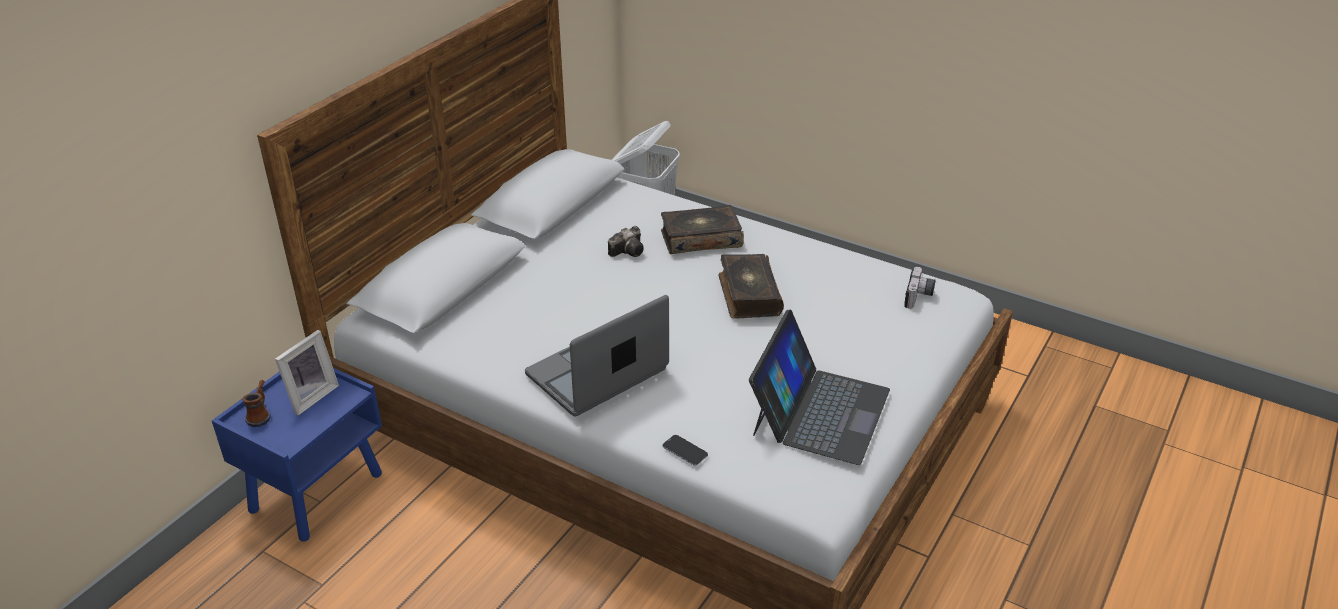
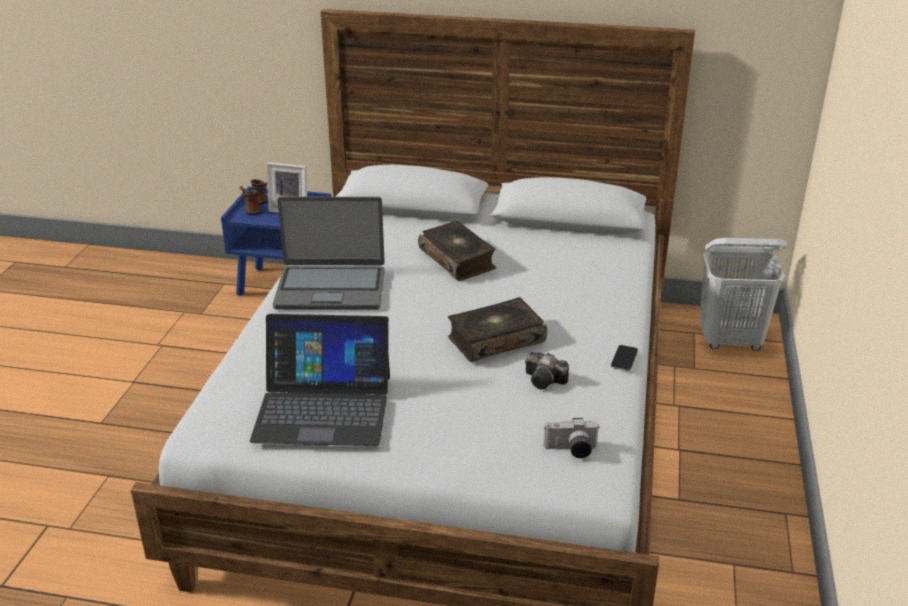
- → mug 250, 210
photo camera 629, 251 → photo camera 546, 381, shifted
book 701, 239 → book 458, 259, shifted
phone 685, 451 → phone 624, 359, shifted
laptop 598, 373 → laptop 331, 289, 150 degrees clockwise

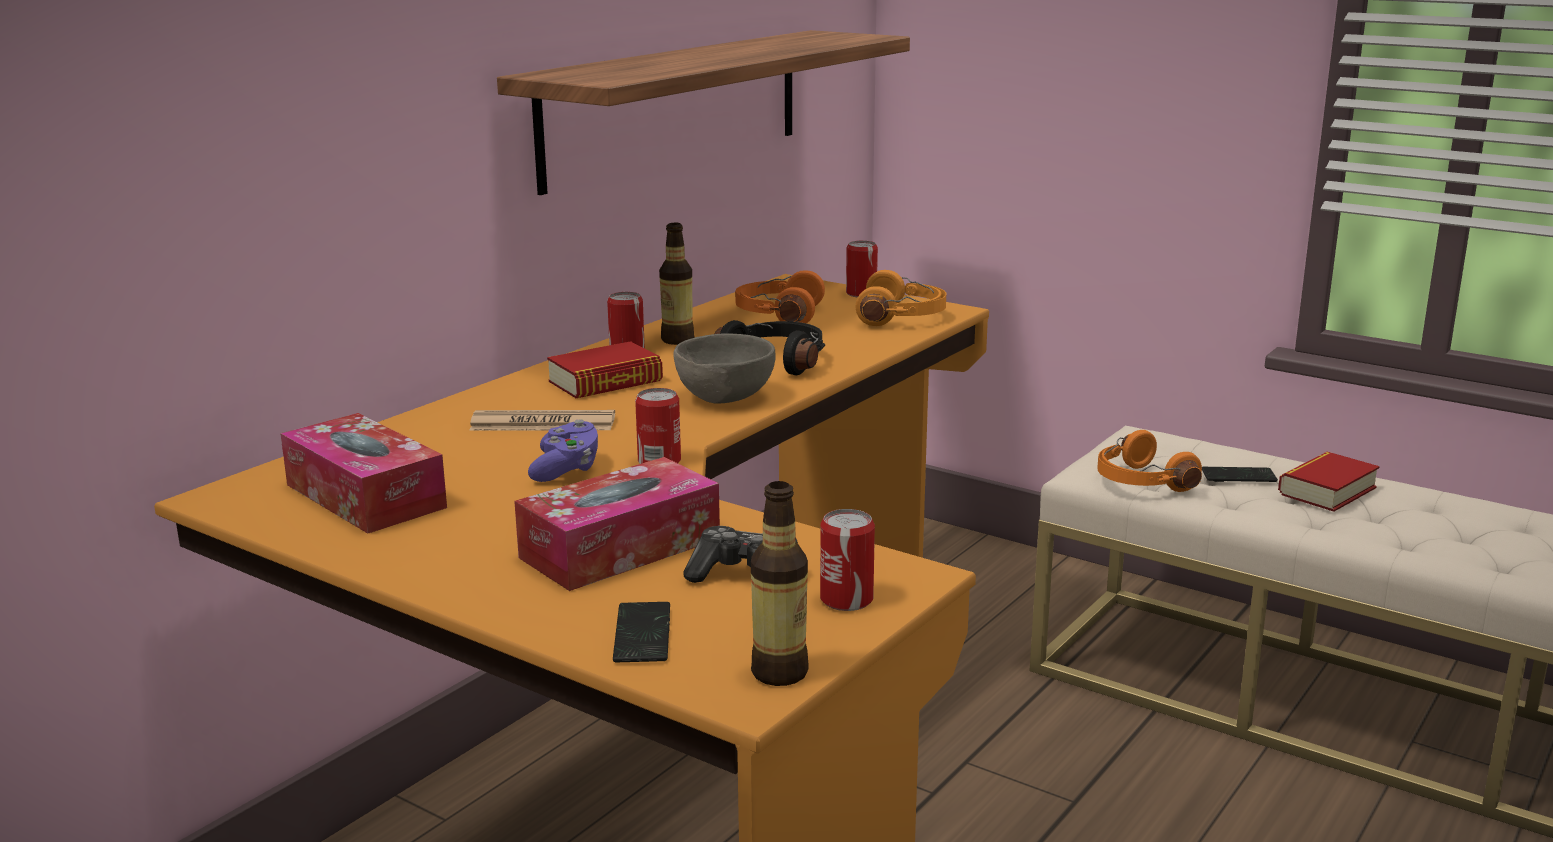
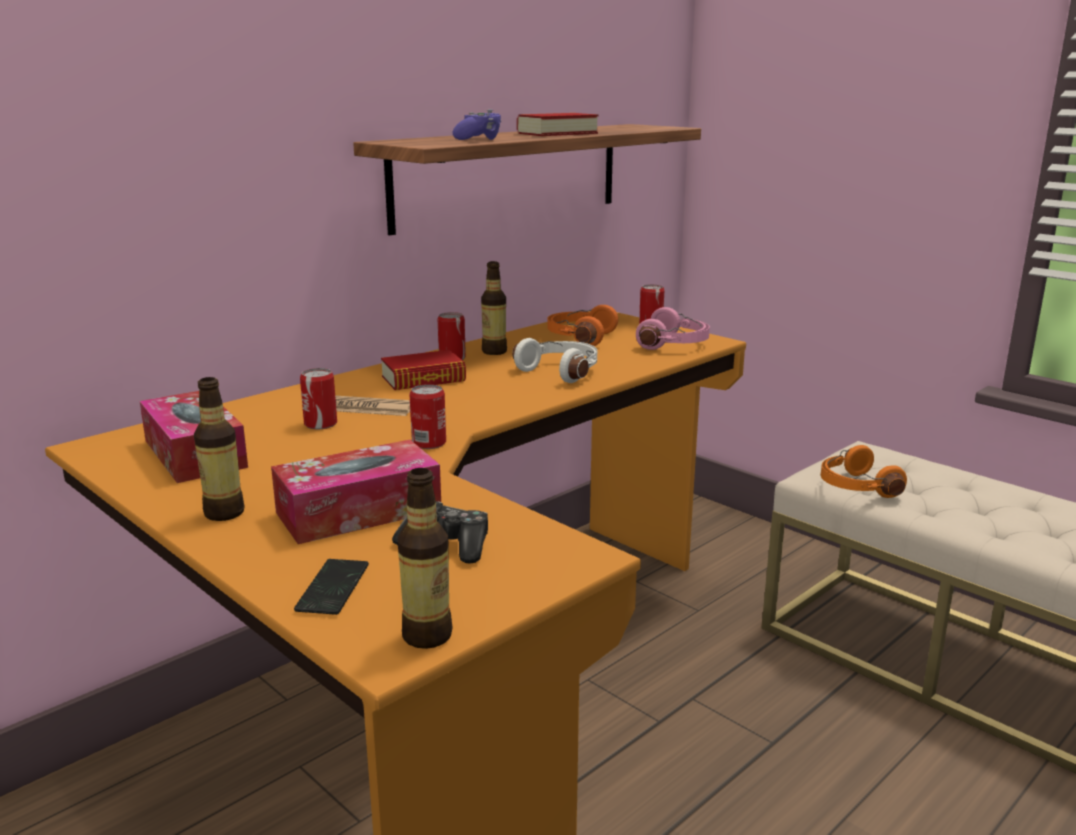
grey bowl 723, 398 → -
phone 1238, 476 → -
- → bottle 224, 513
purple game controller 566, 469 → purple game controller 479, 139, shifted
can 846, 599 → can 320, 424, shifted
book 1327, 490 → book 557, 133, shifted
black headphones 778, 361 → white headphones 562, 371
orange headphones 902, 317 → pink headphones 674, 344

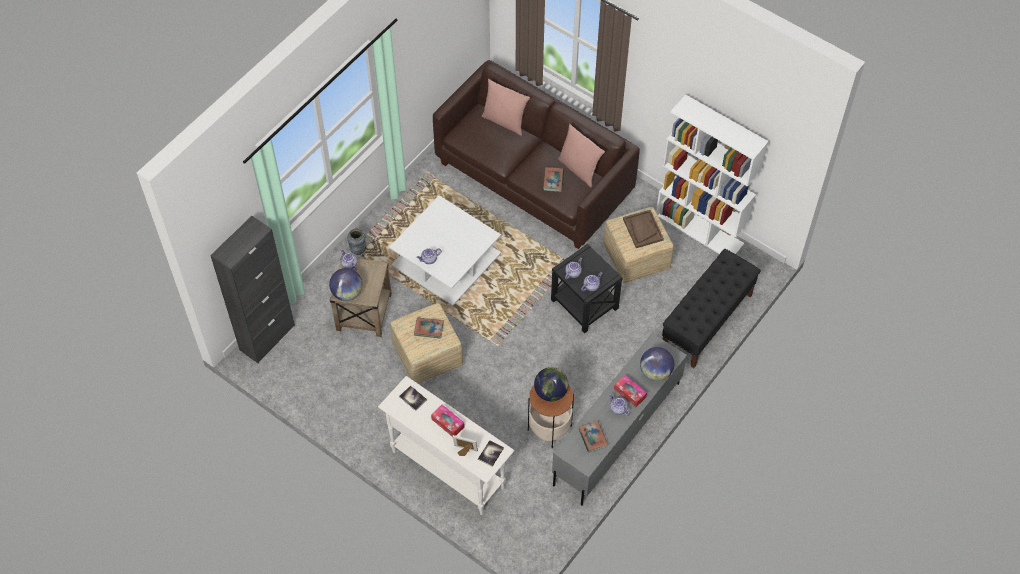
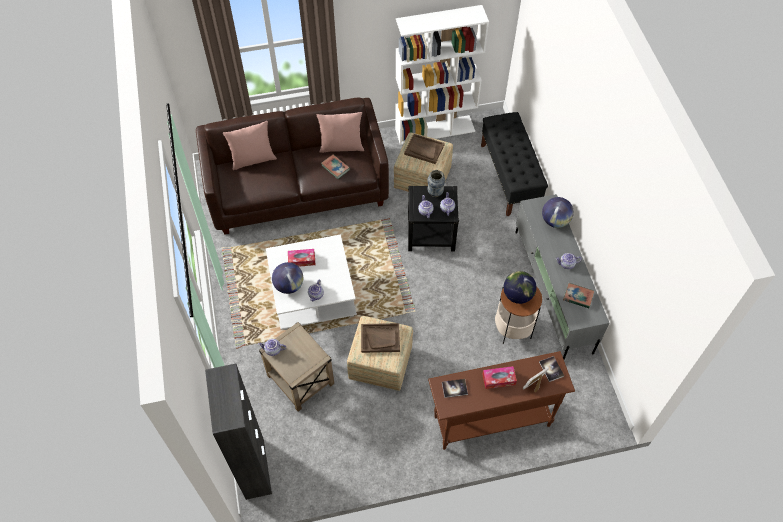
globe 347, 293 → globe 289, 285, shifted
vase 358, 250 → vase 435, 193, shifted
tissue box 630, 393 → tissue box 302, 260, shifted
book 428, 329 → brown tray 380, 338
white console table 448, 469 → brown console table 491, 420

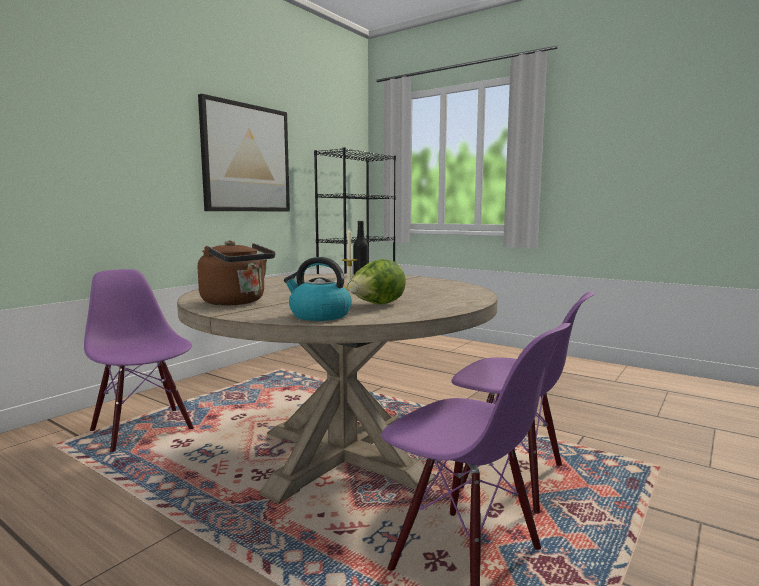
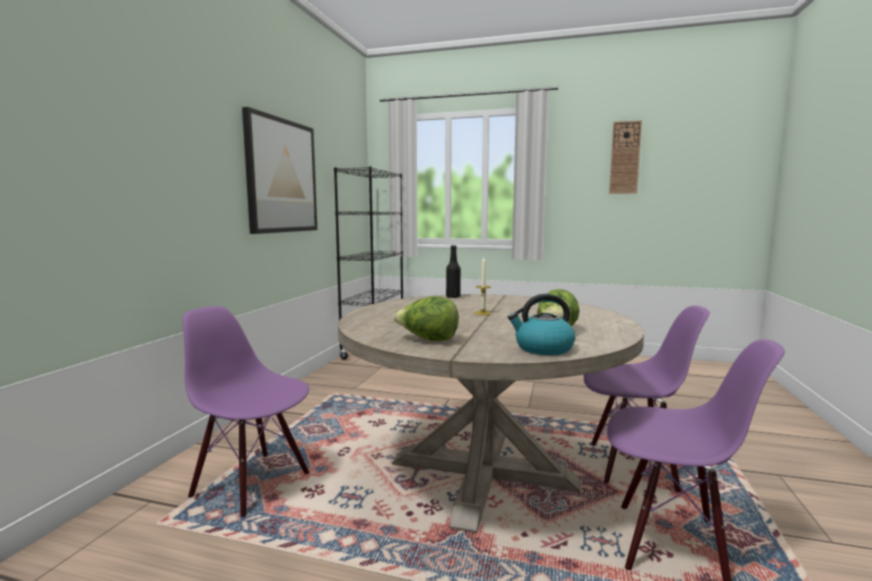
- → wall clock 625, 158
brown kettle 236, 302 → lettuce 428, 340

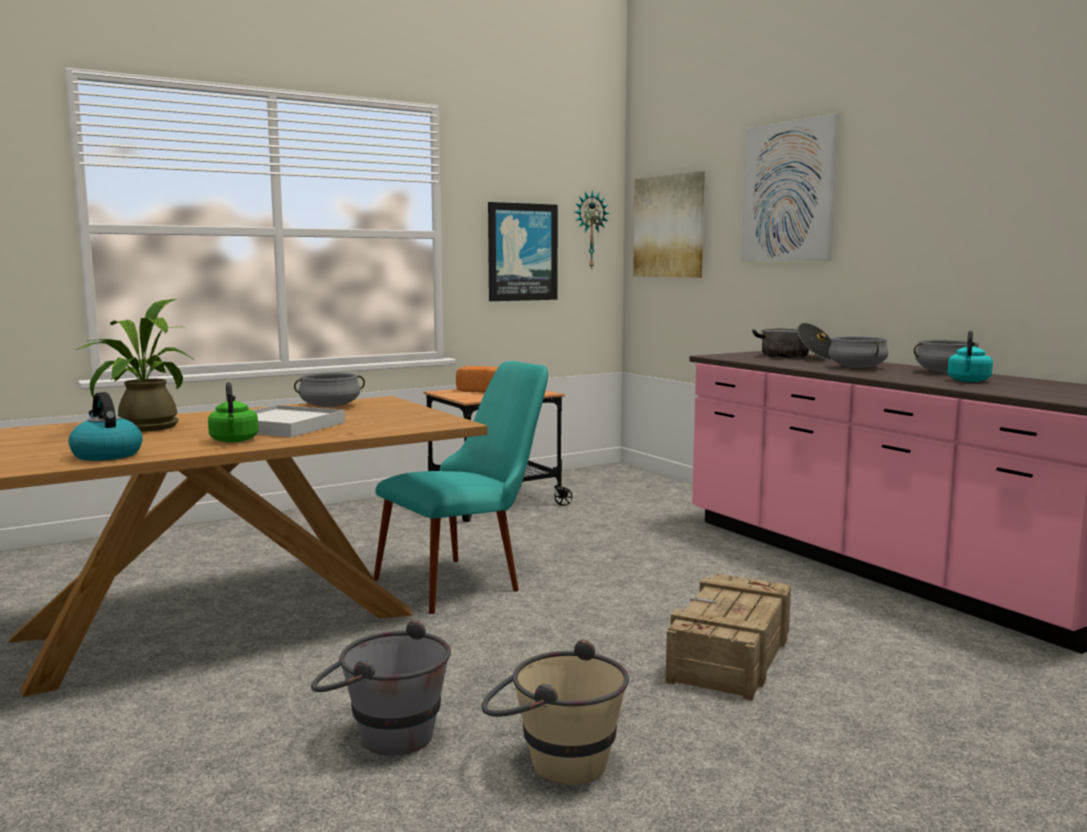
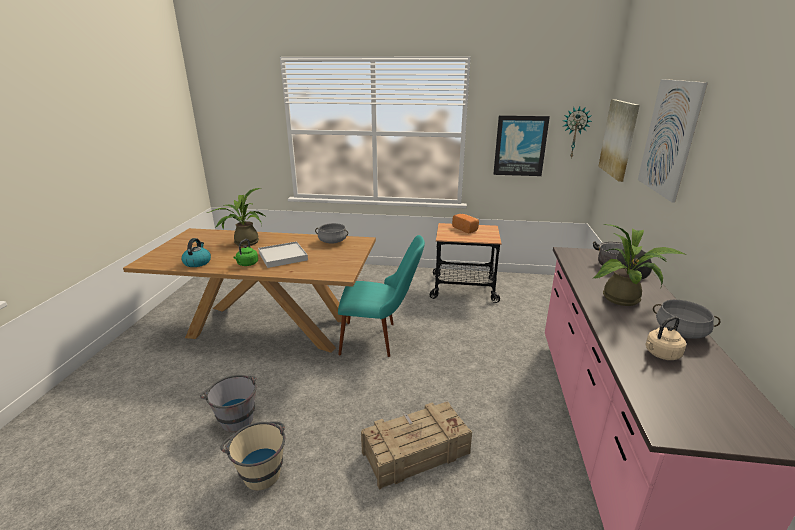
grey cooking pot 857, 367 → potted plant 626, 300
turquoise kettle 968, 381 → beige kettle 661, 354

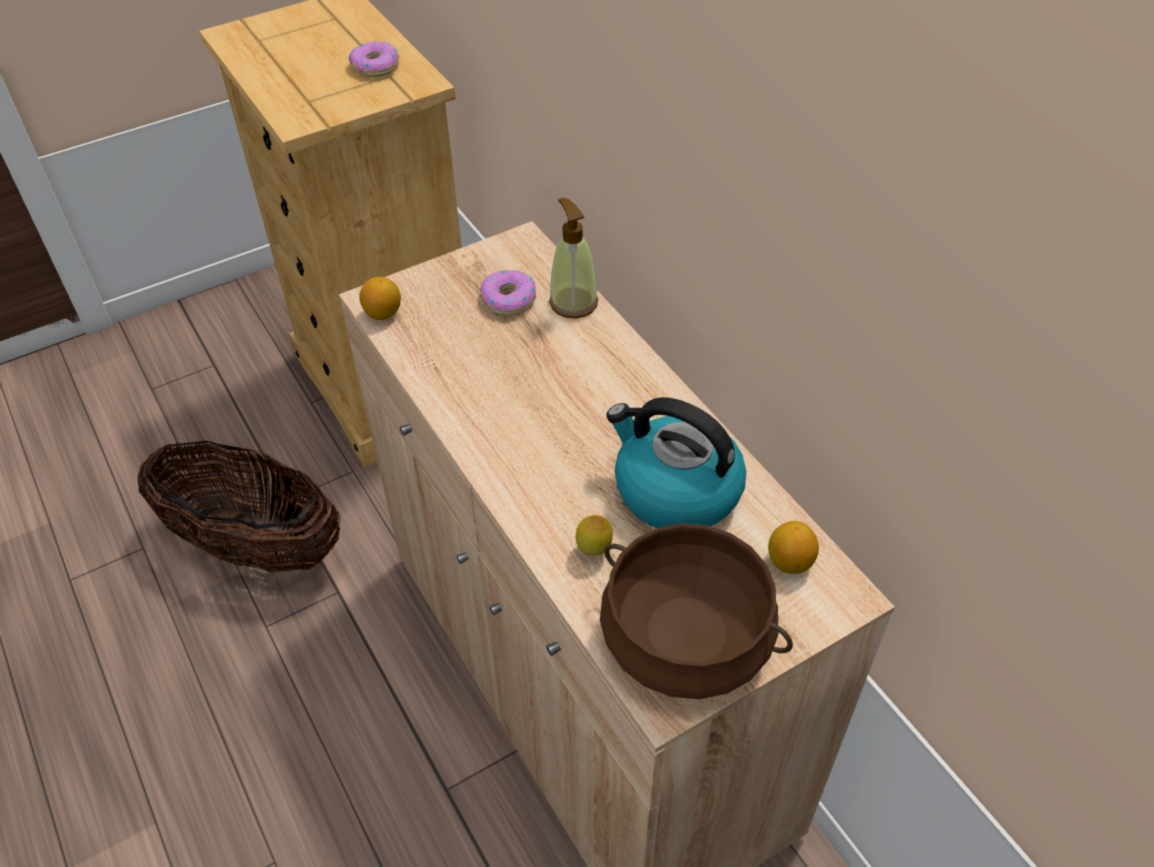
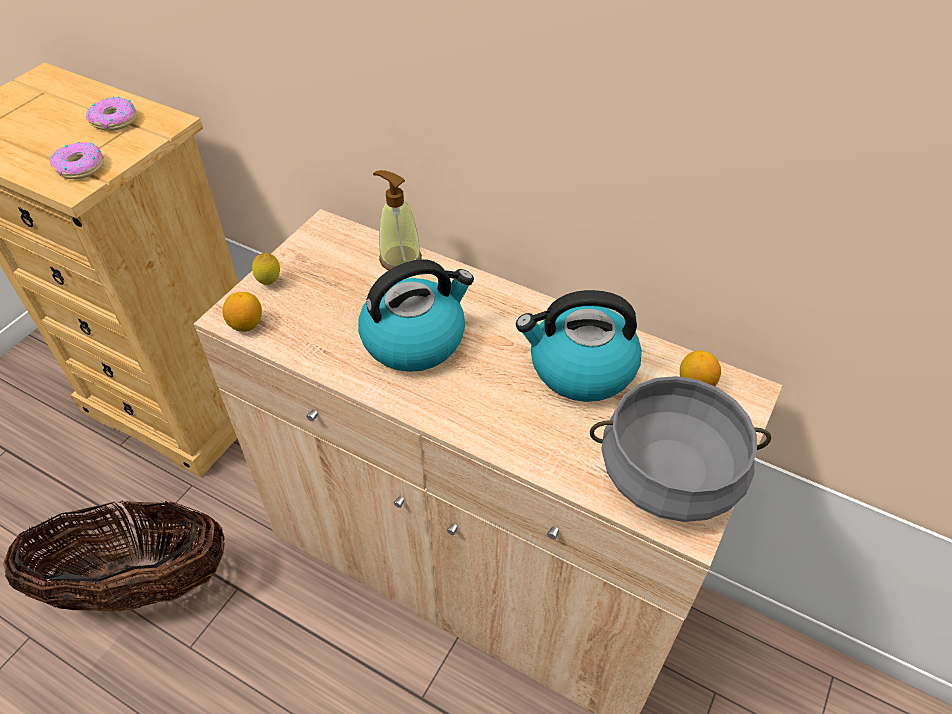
- → kettle 415, 339
donut 508, 299 → donut 80, 167, shifted
lemon 594, 551 → lemon 269, 283, shifted
brown cooking pot 687, 638 → grey cooking pot 670, 473

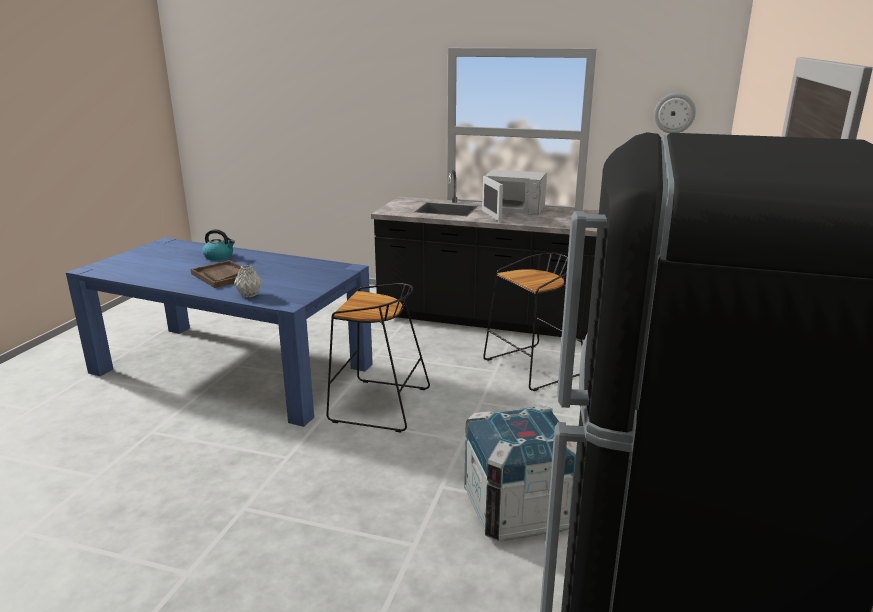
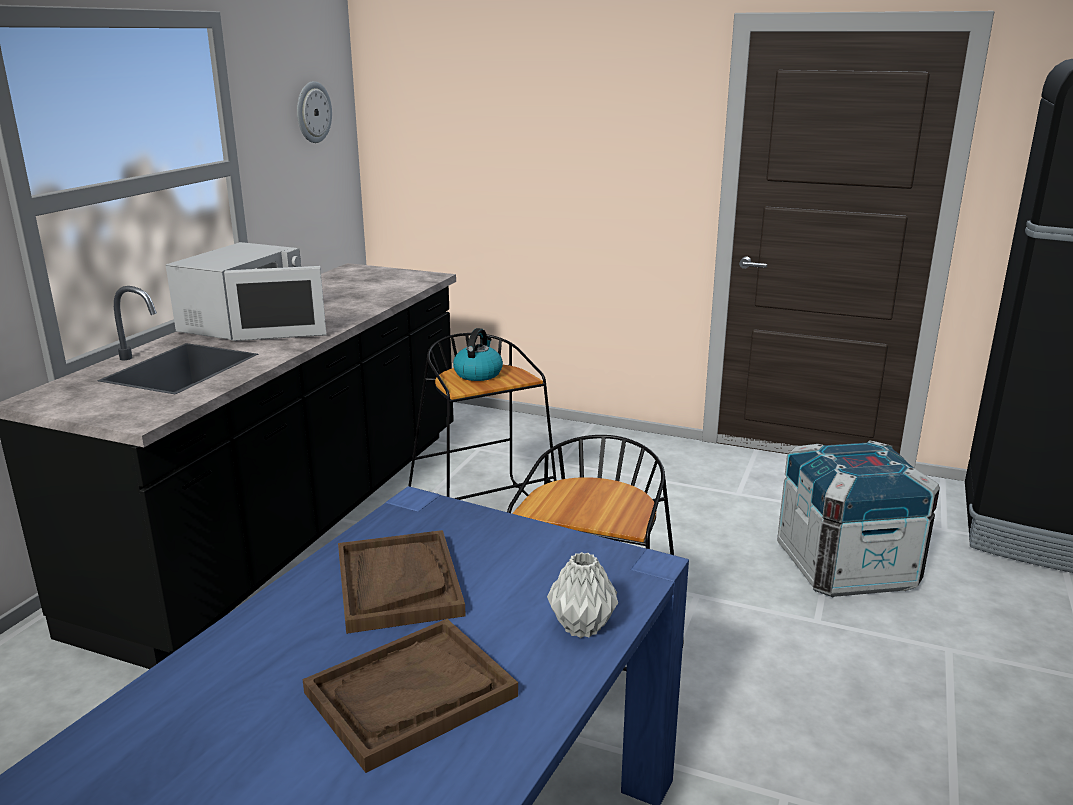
- → brown tray 398, 583
kettle 219, 256 → kettle 478, 373, shifted

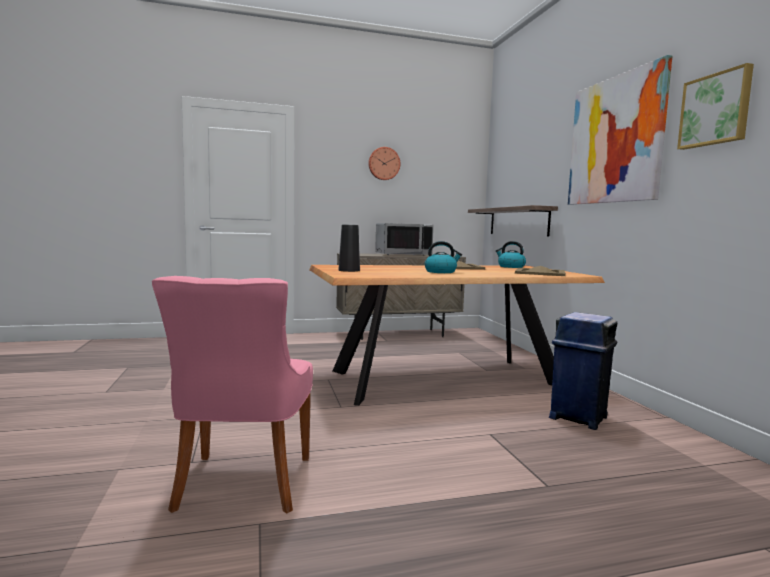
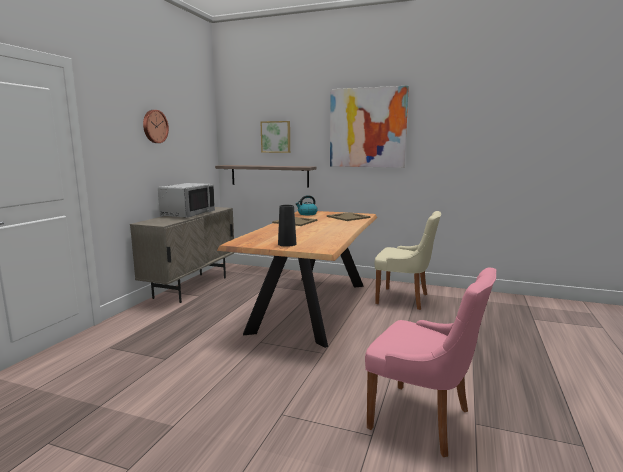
kettle 441, 272 → -
picture 715, 110 → picture 276, 137, shifted
blue trash can 578, 417 → beige chair 404, 299

